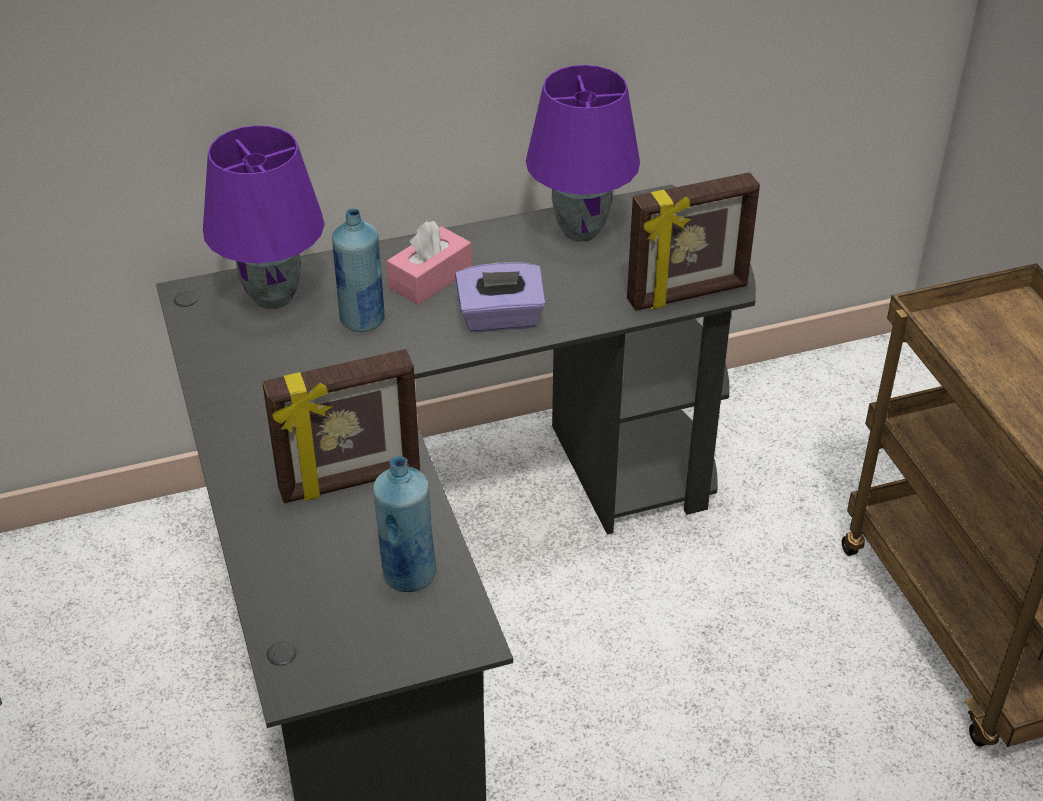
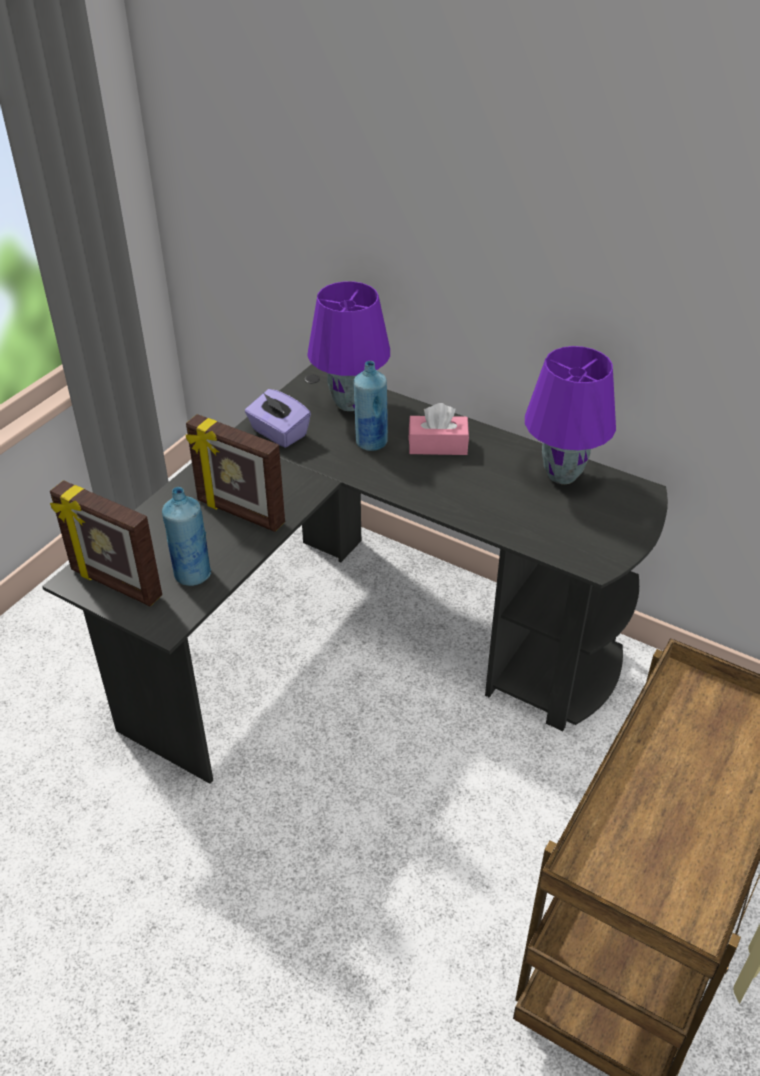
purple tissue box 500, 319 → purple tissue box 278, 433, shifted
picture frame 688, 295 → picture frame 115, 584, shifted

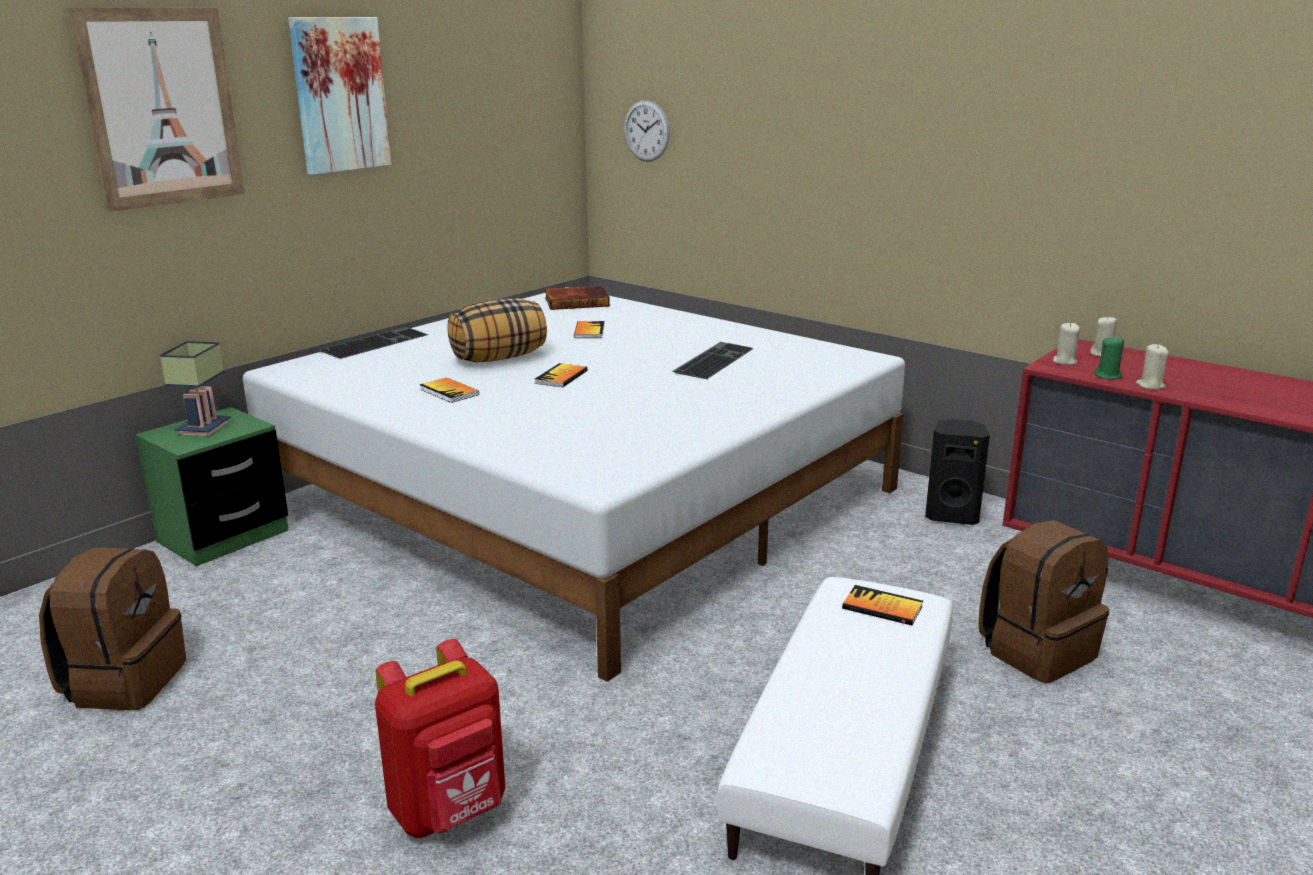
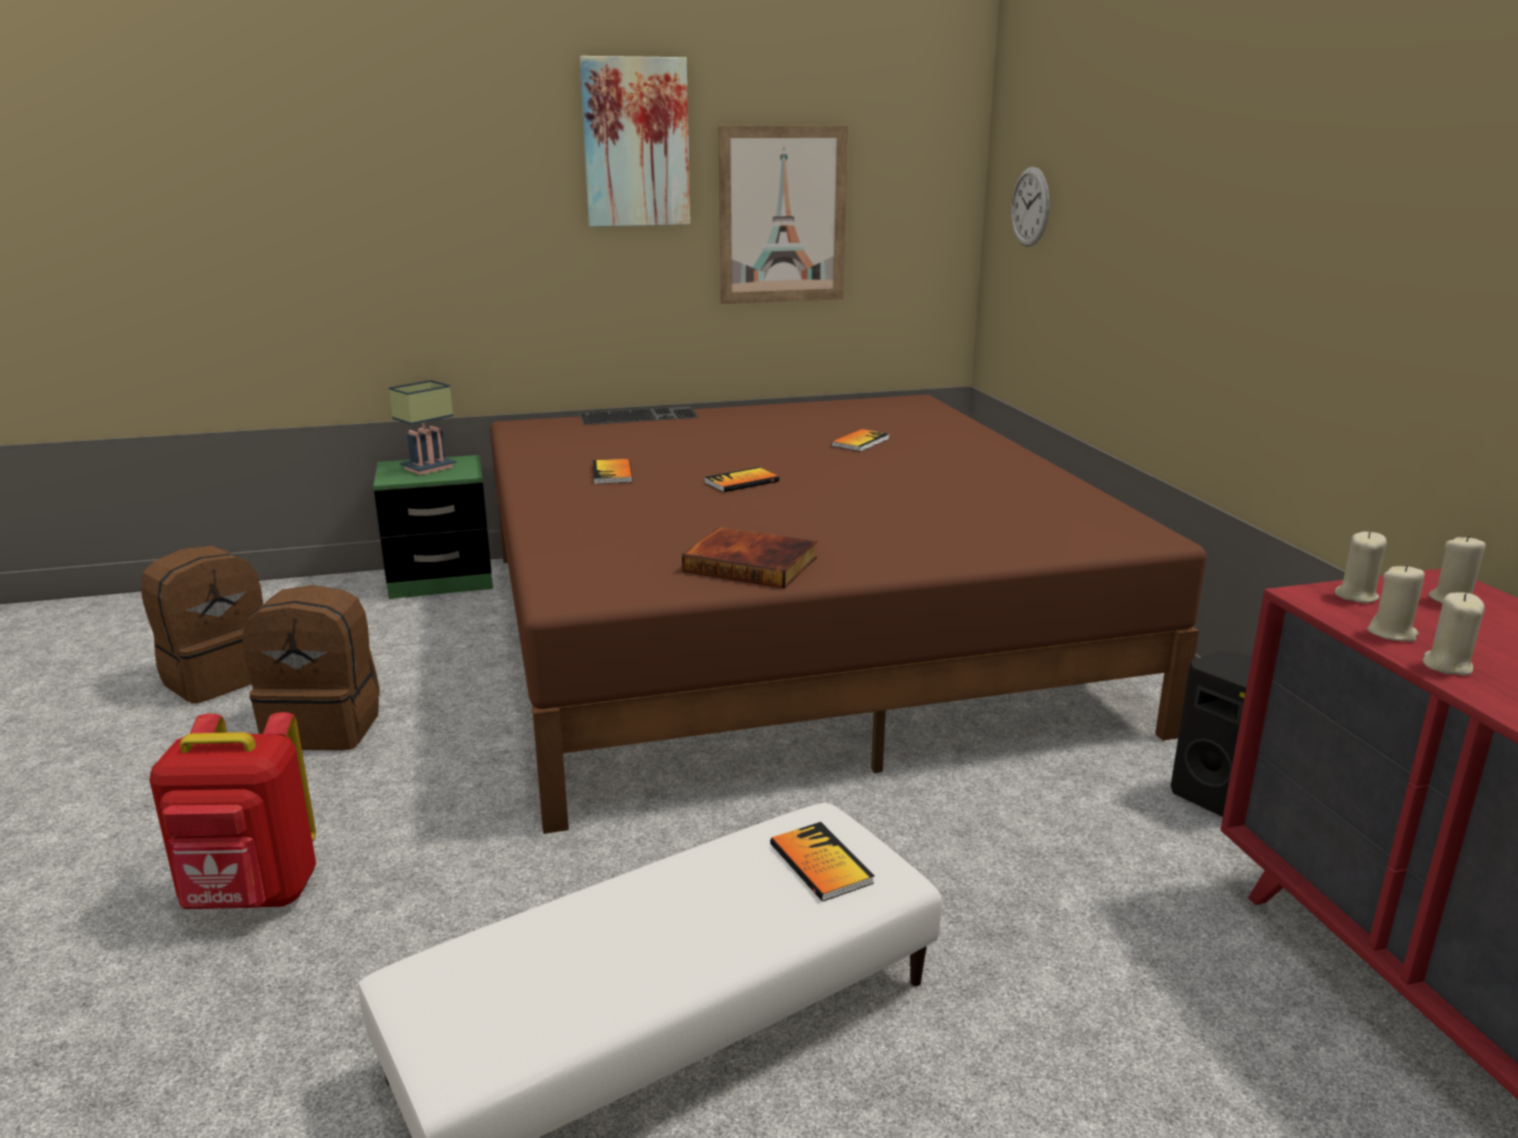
pillow 499, 358 → -
keyboard 712, 360 → -
picture 162, 108 → picture 782, 215, shifted
book 577, 301 → book 752, 563, shifted
brown backpack 1036, 651 → brown backpack 326, 727, shifted
white bed 584, 496 → brown bed 786, 634
green candle 1108, 376 → beige candle 1392, 633

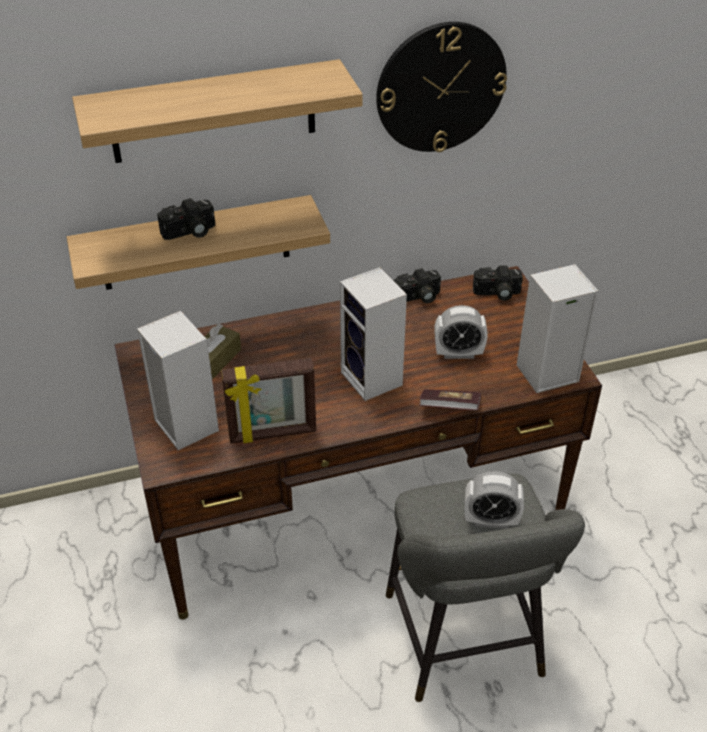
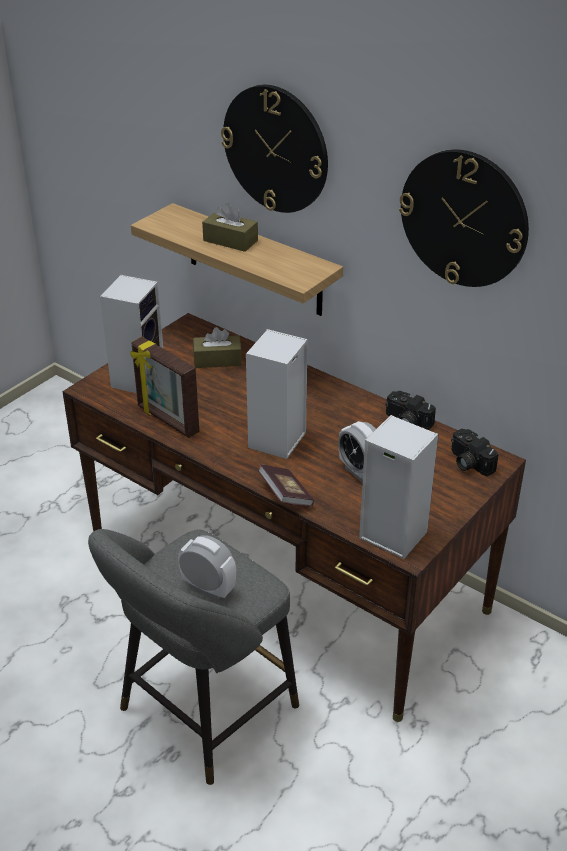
shelf 213, 112 → wall clock 276, 149
photo camera 190, 232 → brown tissue box 230, 241
alarm clock 491, 520 → alarm clock 208, 588, 150 degrees clockwise

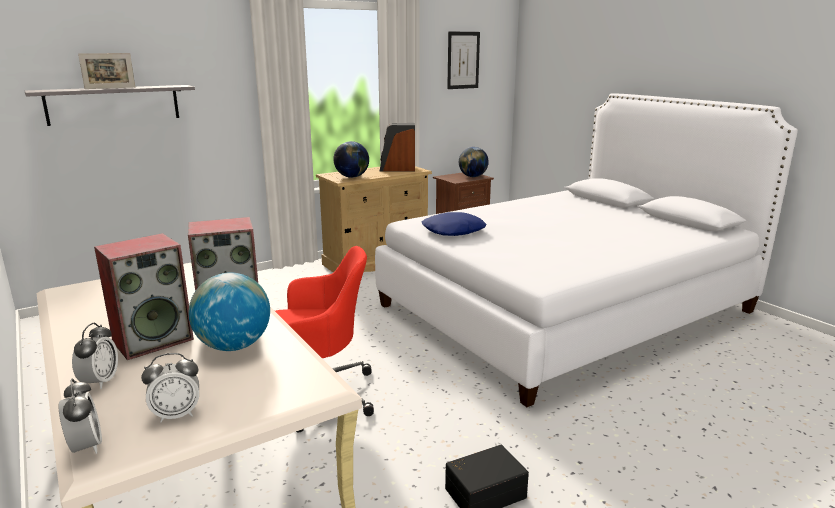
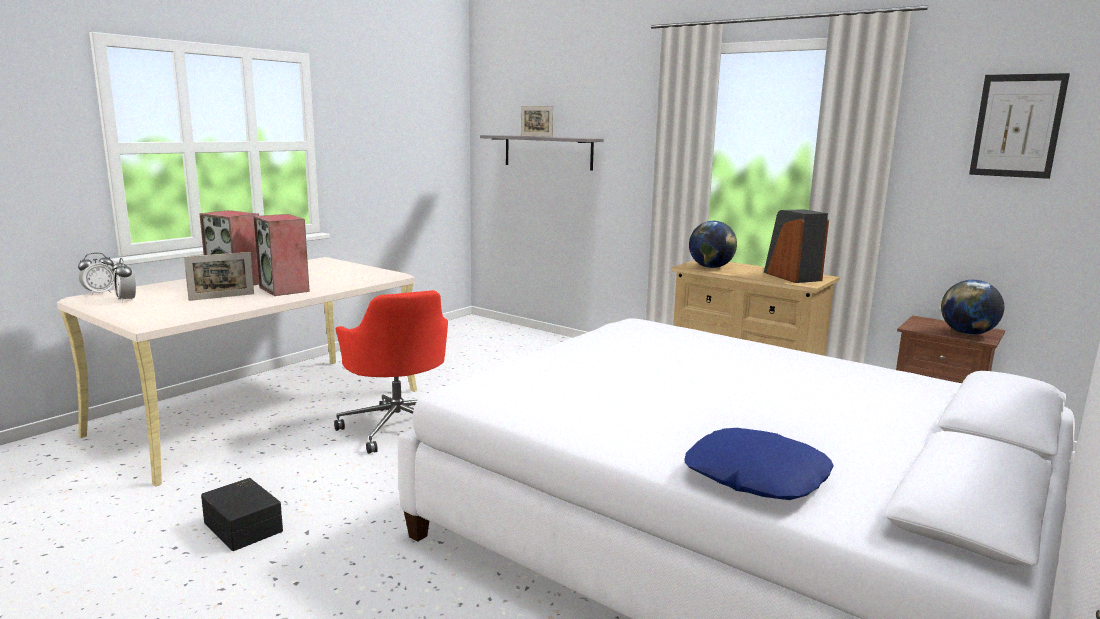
alarm clock 100, 382 → -
blue pillow 453, 231 → blue pillow 755, 477, shifted
globe 234, 346 → picture frame 222, 297

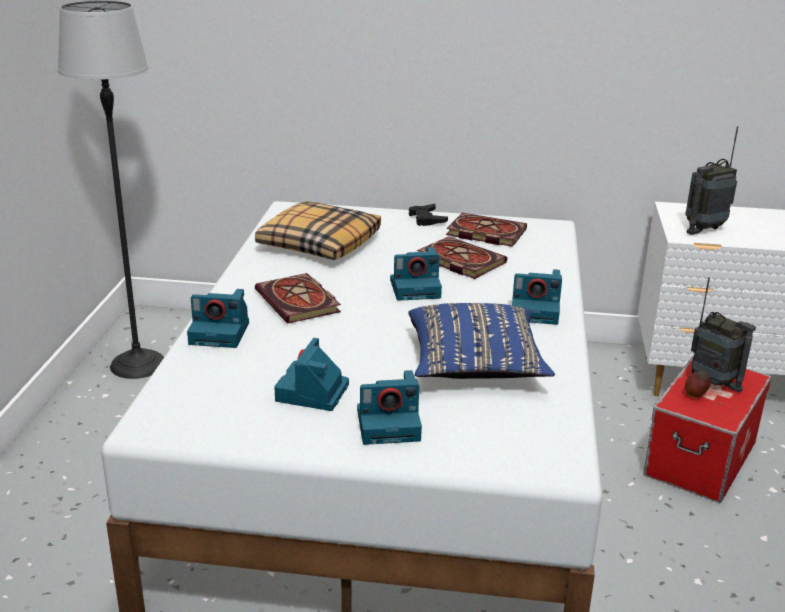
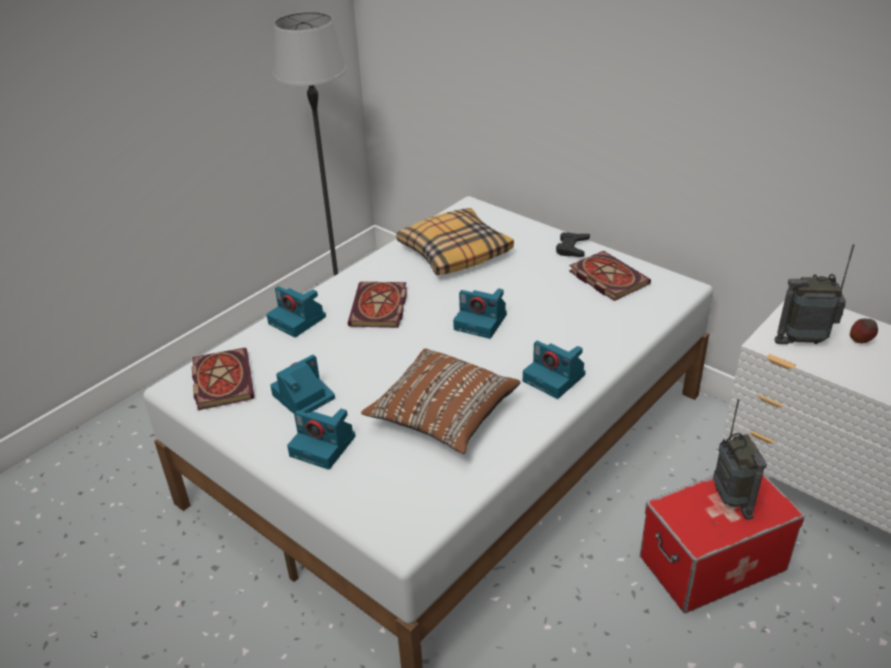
book 458, 260 → book 221, 380, shifted
apple 695, 396 → apple 860, 342, shifted
blue pillow 475, 366 → brown pillow 443, 416

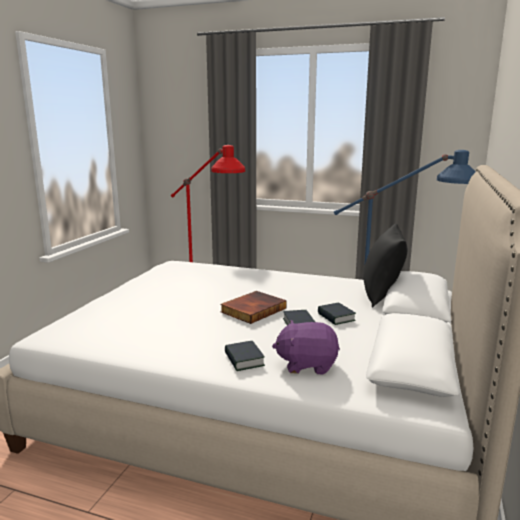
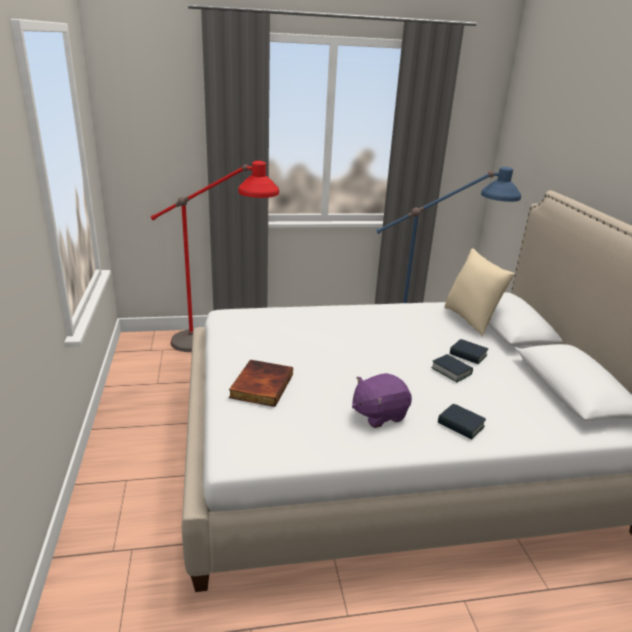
book 253, 309 → book 260, 385, shifted
purple plush toy 307, 364 → purple plush toy 378, 414, shifted
black pillow 381, 295 → beige pillow 471, 320

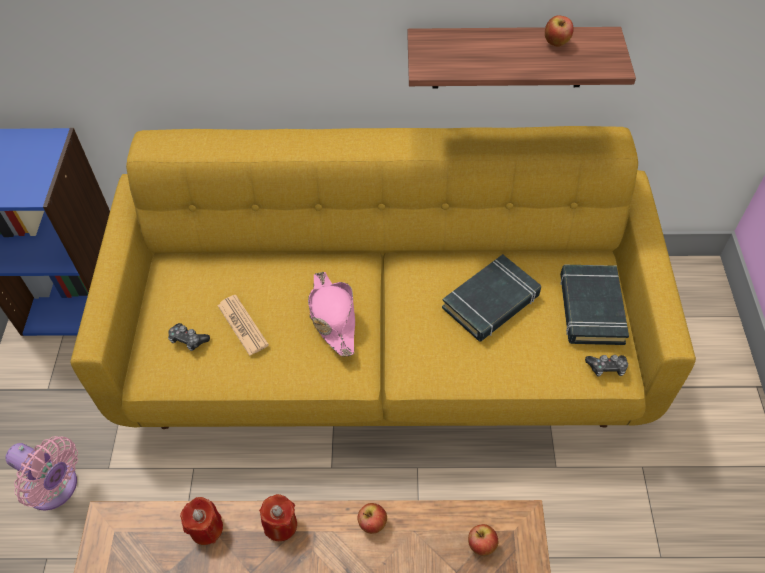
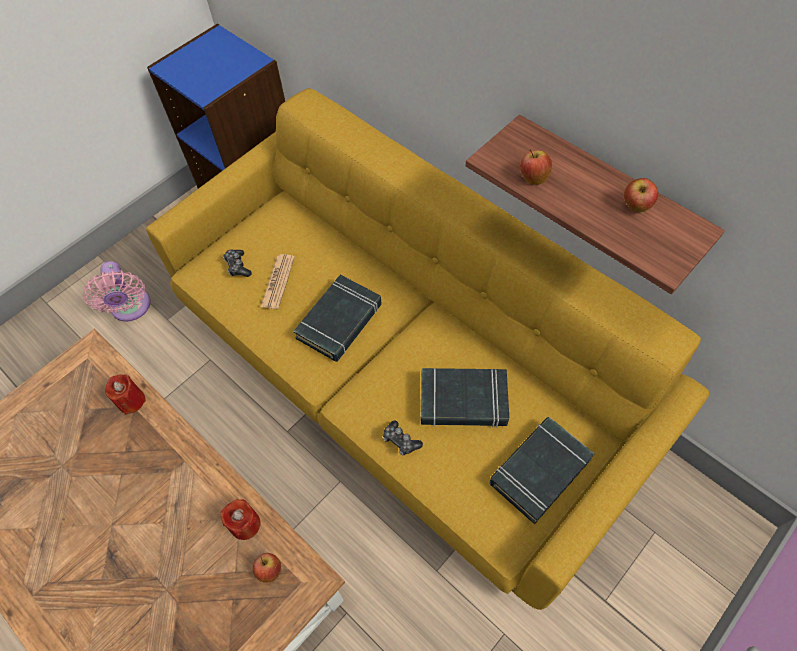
red candle 280, 525 → red candle 245, 524, shifted
apple 372, 524 → apple 533, 178, shifted
game controller 606, 368 → game controller 400, 441, shifted
pink hat 333, 317 → black book 340, 321

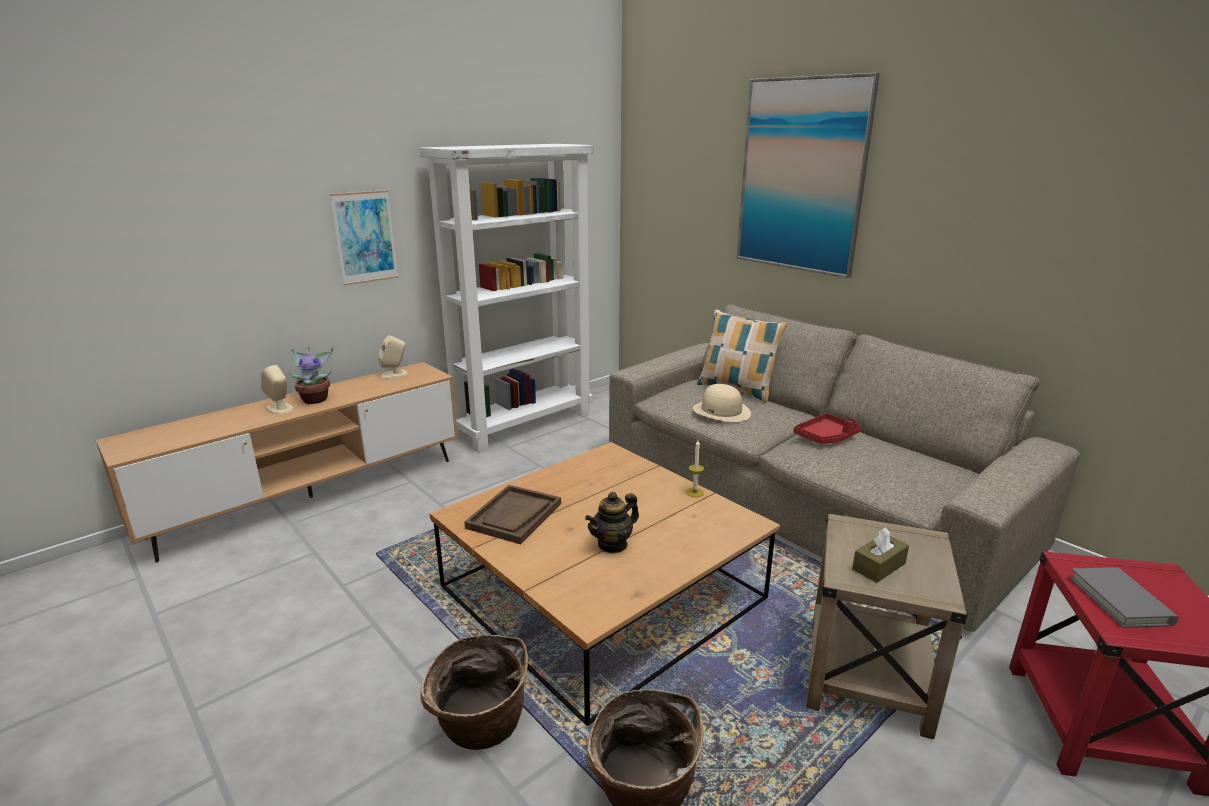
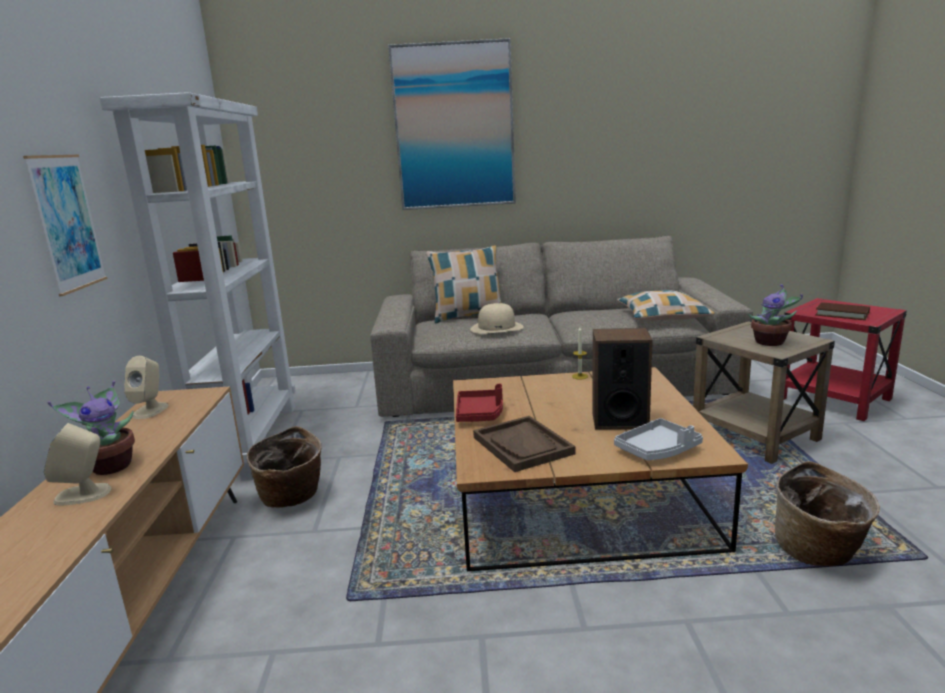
- → grey tray 658, 450
- → pillow 662, 316
basket 480, 727 → basket 291, 498, shifted
red tray 826, 437 → red tray 480, 414, shifted
teapot 613, 544 → speaker 619, 420
brown tissue box 878, 566 → potted plant 771, 342
grey book 1119, 601 → brown book 842, 314

